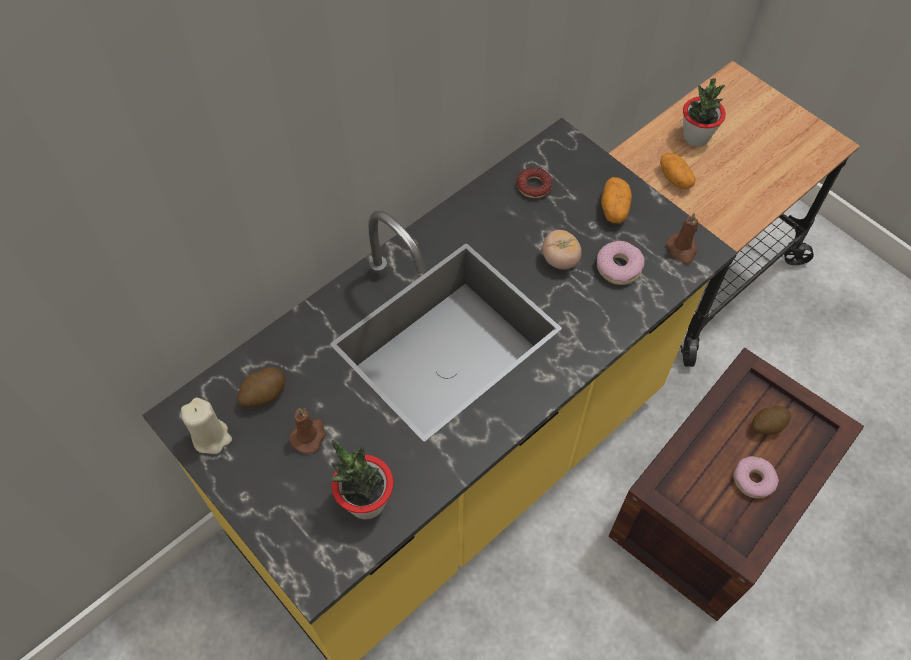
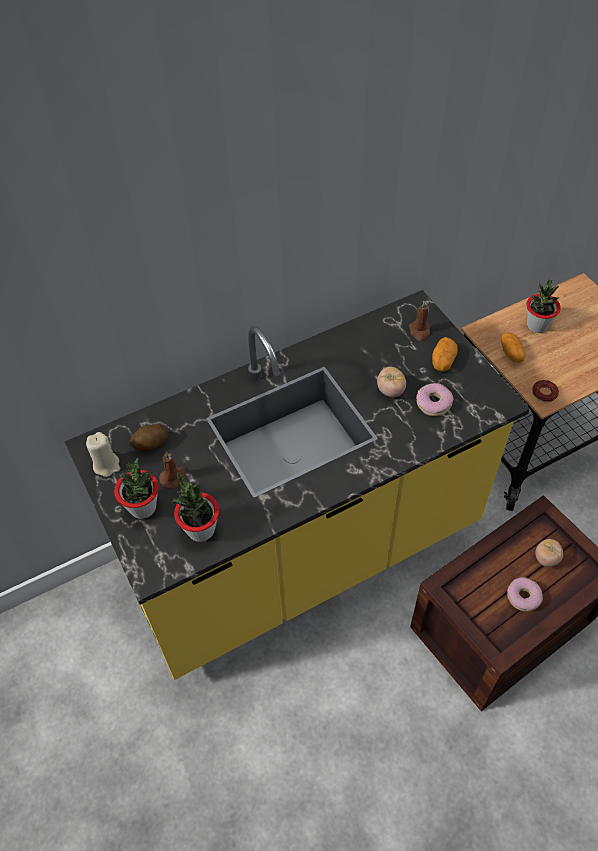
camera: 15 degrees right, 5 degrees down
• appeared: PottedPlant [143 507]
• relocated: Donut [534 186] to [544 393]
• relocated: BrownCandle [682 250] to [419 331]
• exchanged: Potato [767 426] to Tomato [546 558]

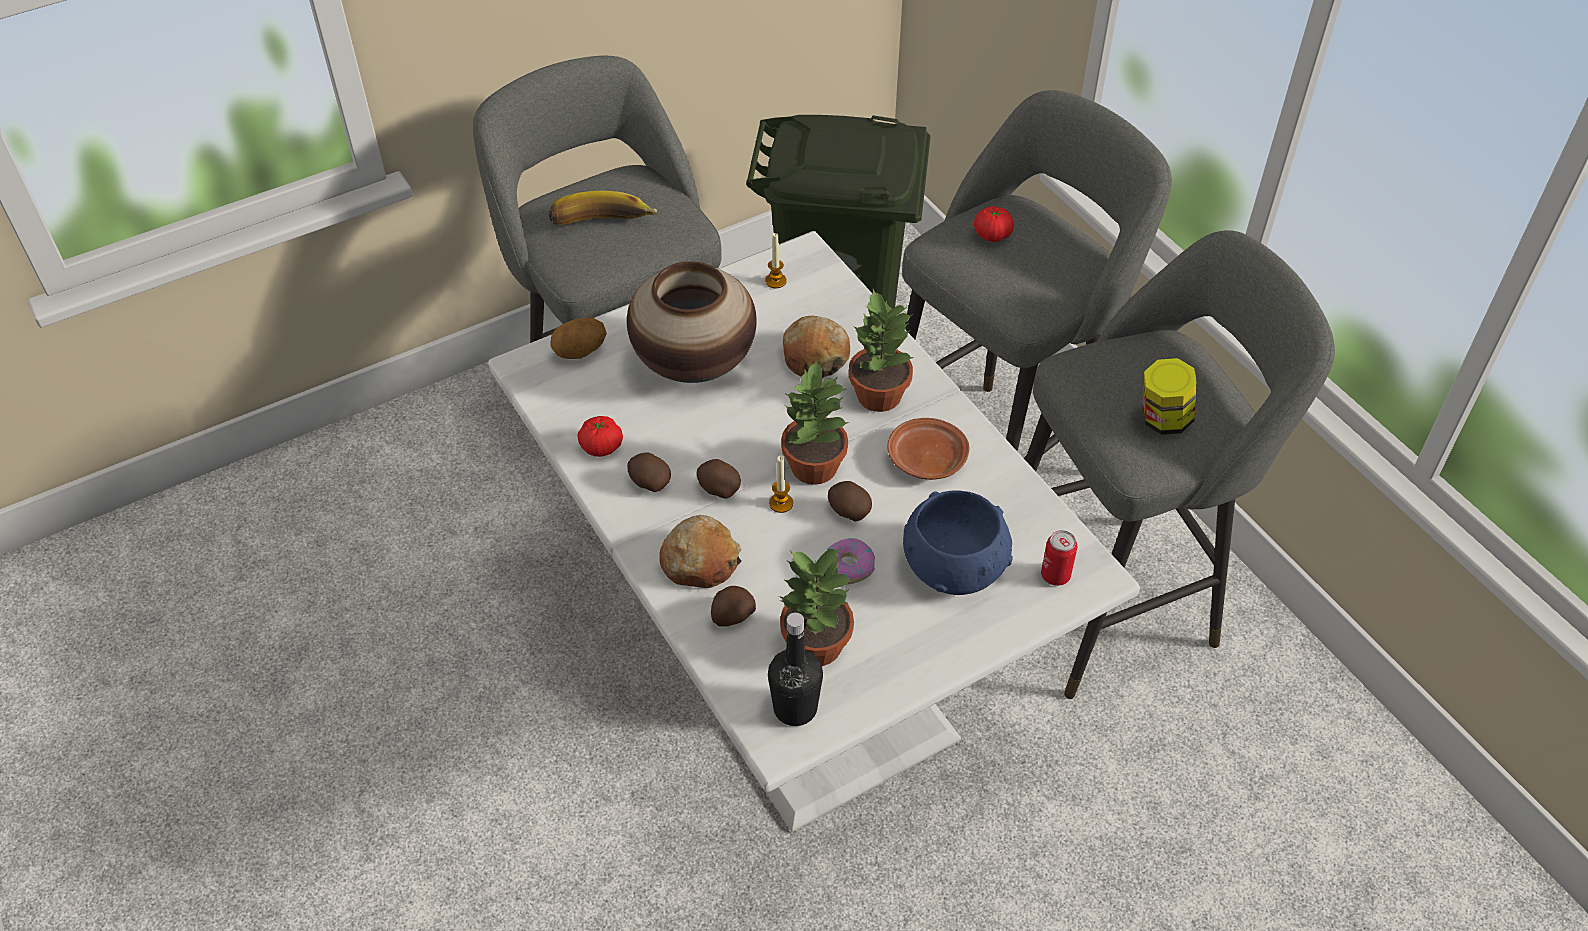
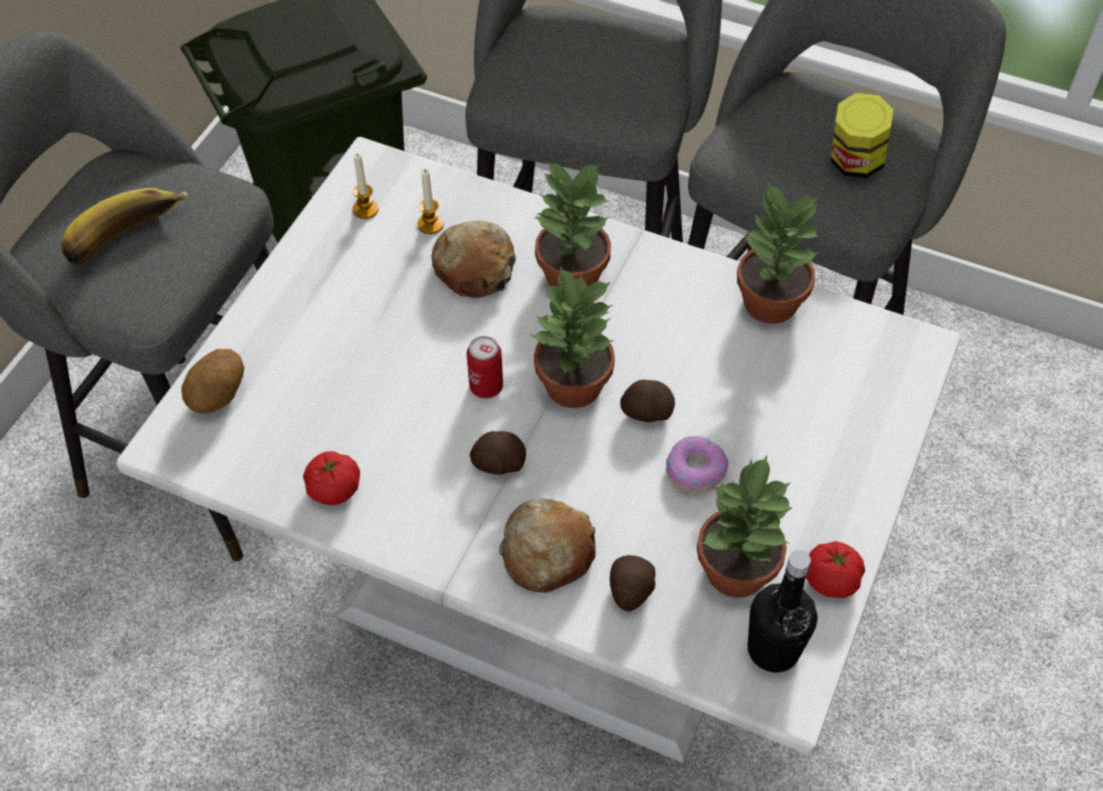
camera: 35 degrees left, 5 degrees up
• missing: Vase [694 365]
• missing: Potato [649 482]
• missing: BrownPlate [926 459]
• missing: BlueBowl [954 566]
• appeared: PottedPlant [768 302]
• relocated: Candle [781 503] to [430 224]
• relocated: Tomato [992 235] to [831 580]
• relocated: Can [1055 575] to [486 387]

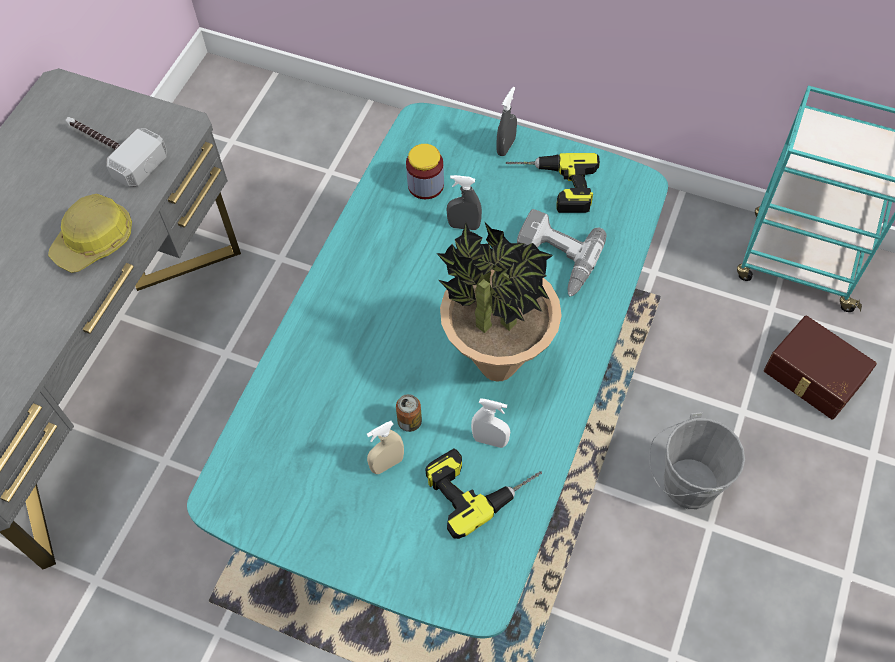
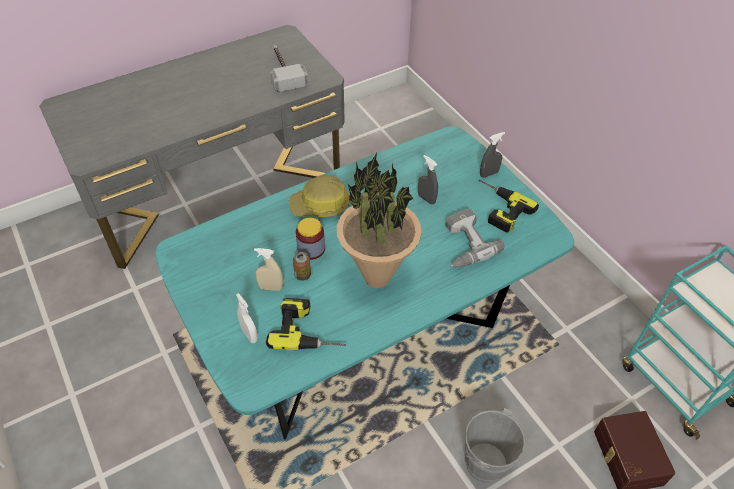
camera: 35 degrees right, 10 degrees down
• relocated: HardHat [95 241] to [320 205]
• relocated: Jar [425 185] to [311 249]
• relocated: WhiteSprayBottle [490 440] to [249 335]

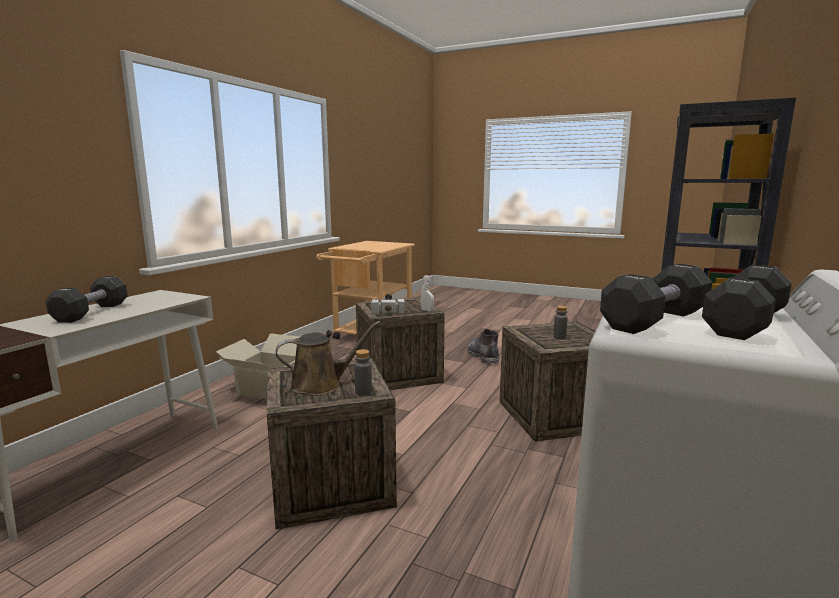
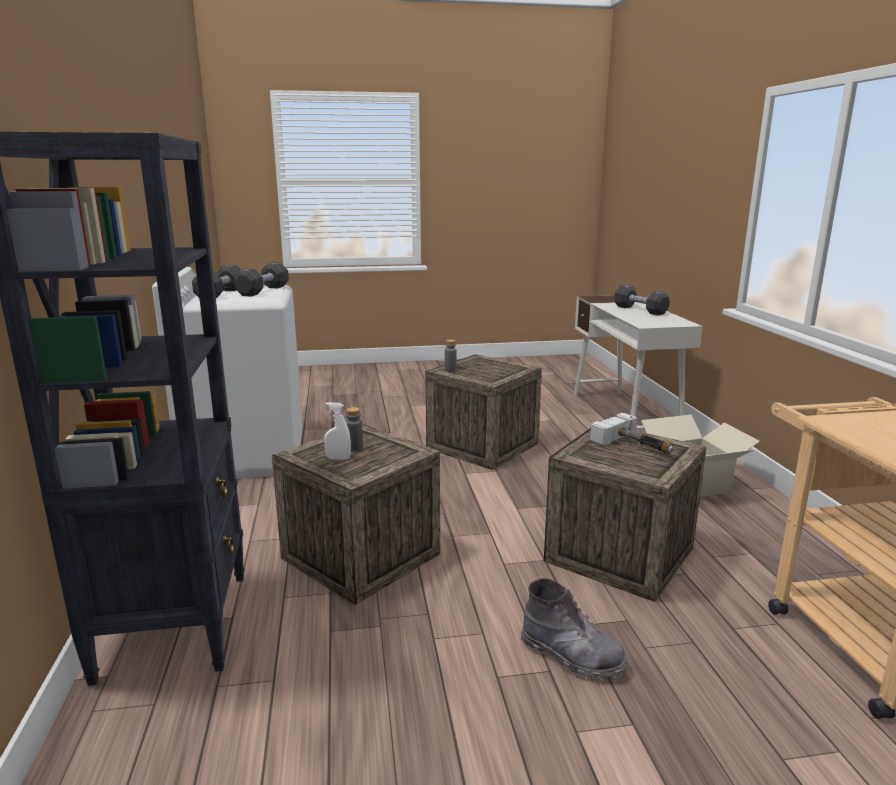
camera: 145 degrees right, 5 degrees up
• missing: BrownWateringCan [321 385]
• relocated: WhiteSprayBottle [427 310] to [338 458]

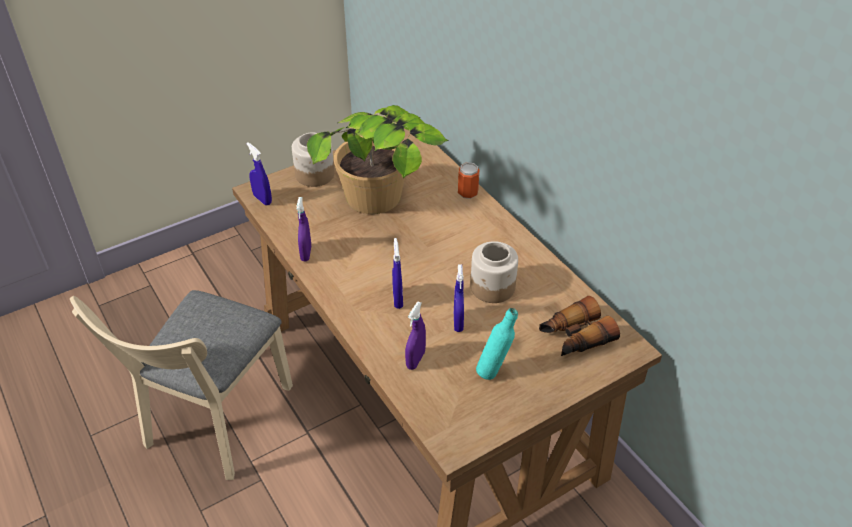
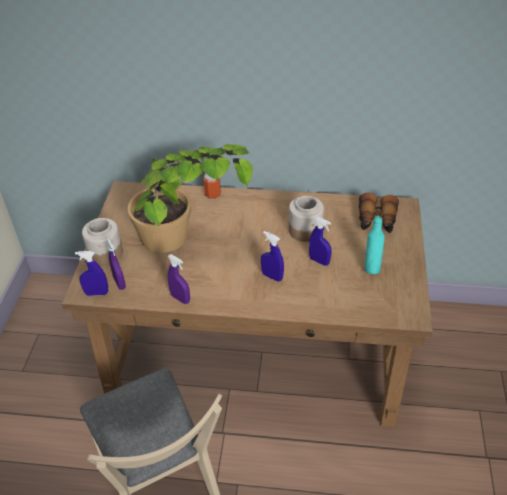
camera: 50 degrees left, 0 degrees up
• relocated: PurpleSprayBottle [415 360] to [119 283]

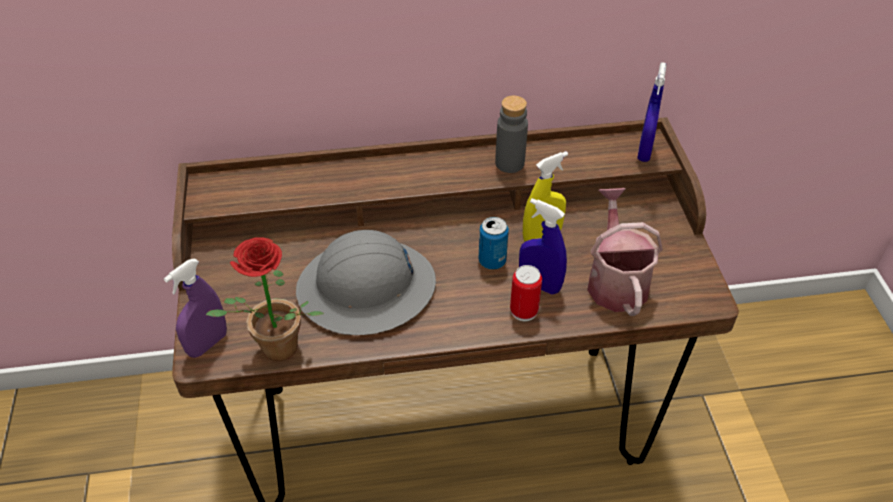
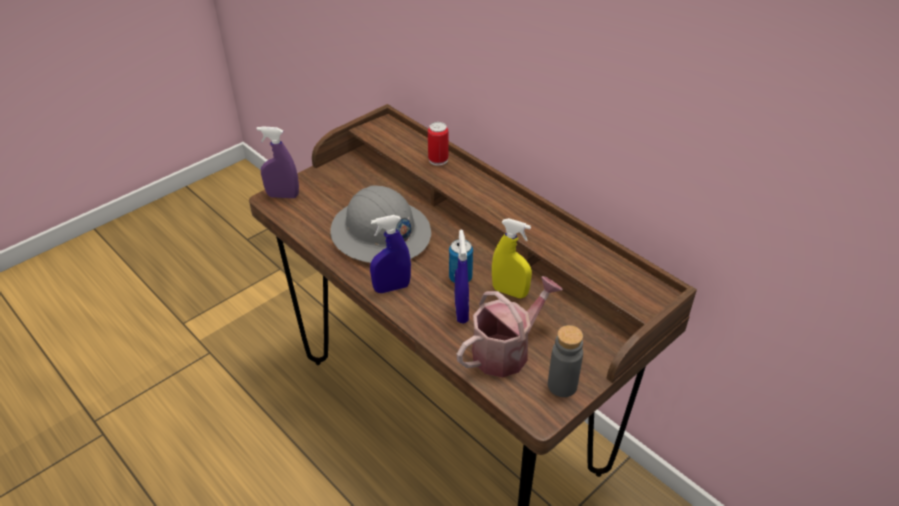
camera: 55 degrees right, 5 degrees down
• missing: PottedPlant [274 353]
• relocated: GreyBottle [509 163] to [562 385]
• relocated: Can [524 310] to [438 160]
• relocated: BlueSprayBottle [644 151] to [392 288]

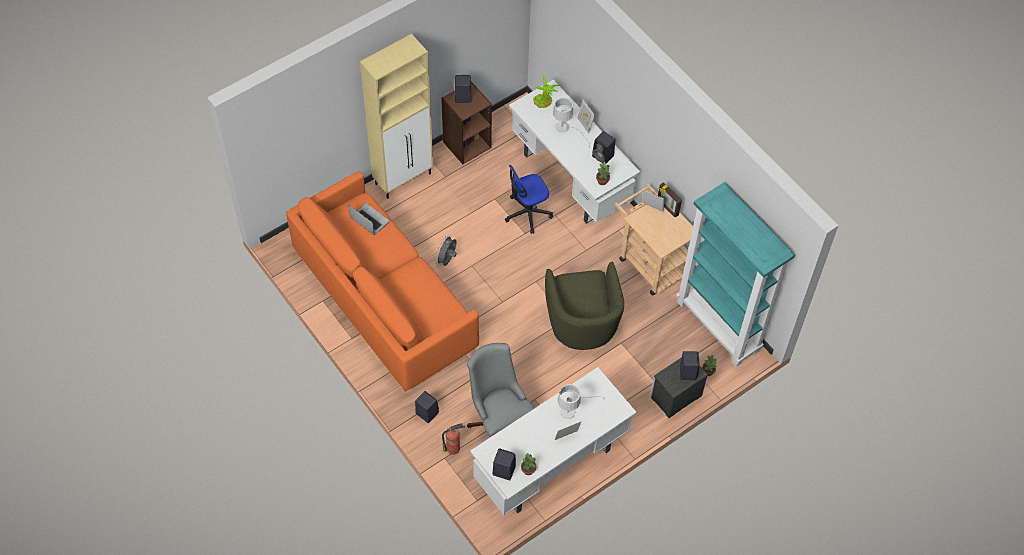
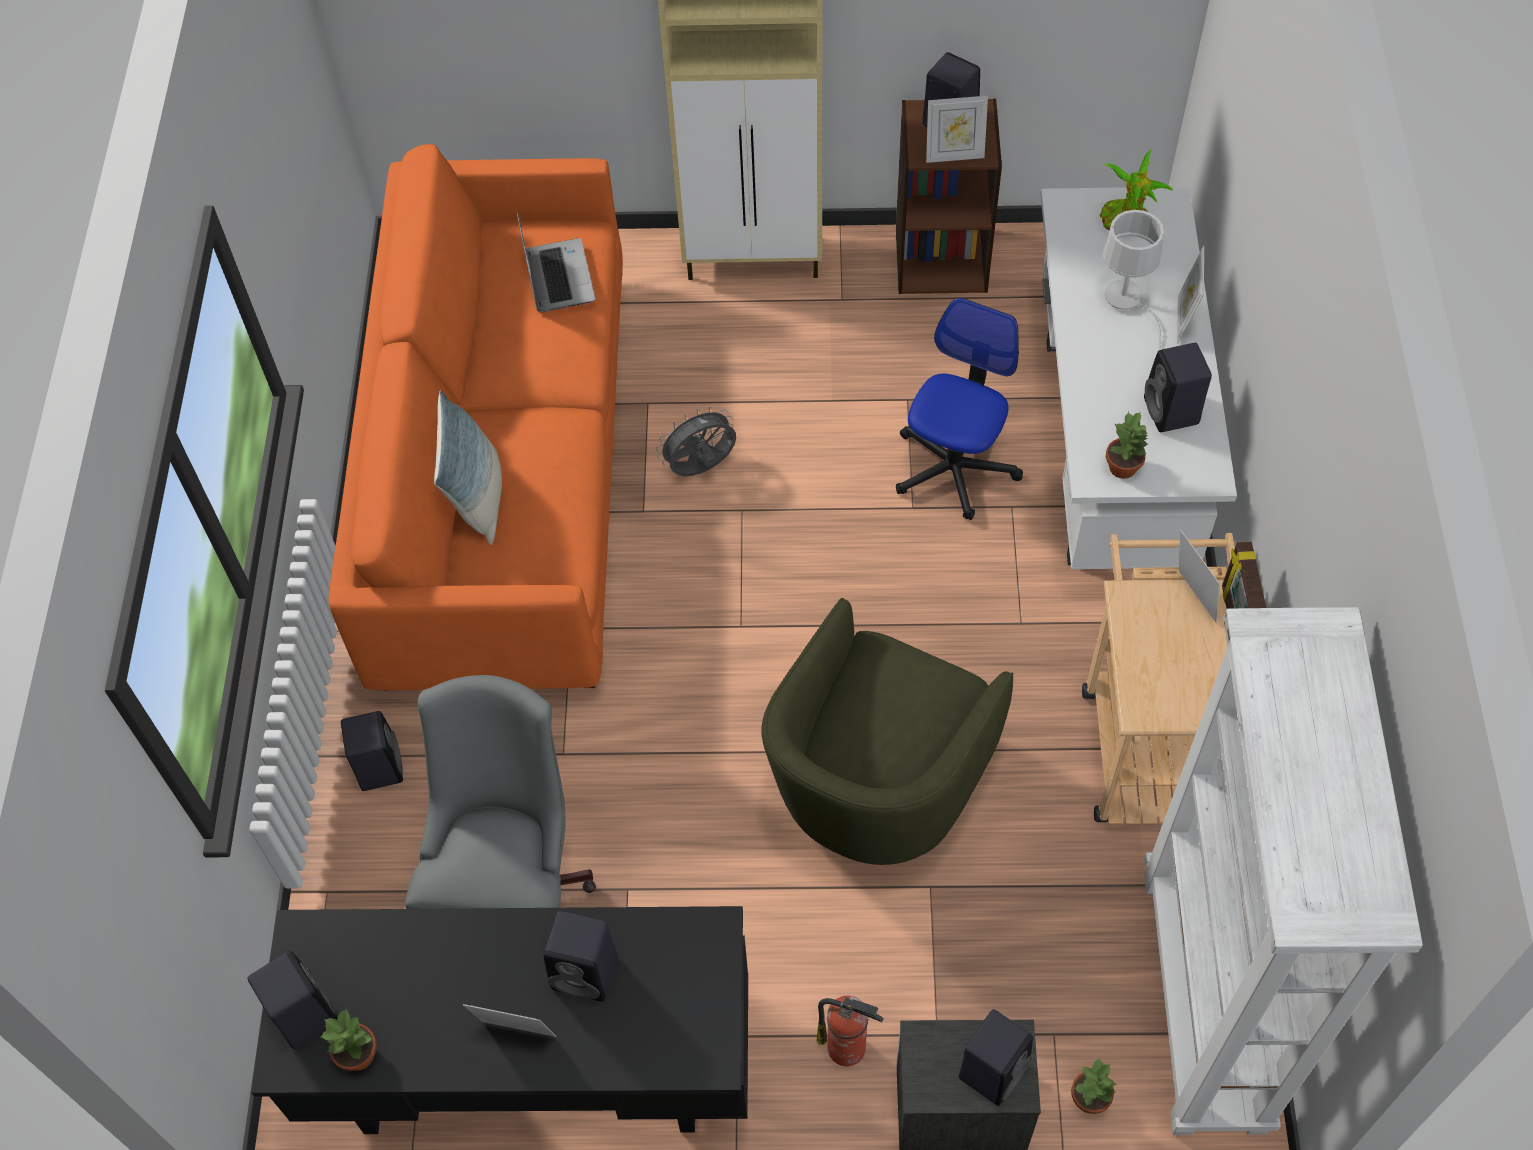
camera: 40 degrees right, 0 degrees up
• appeared: Pillow [478 498]
• appeared: PictureFrame [954 155]
• relocated: FireExtinguisher [454 448] to [848 1048]
• exchanged: WhiteTableLamp [571 410] to BlackSpeaker [587 973]
• colour: WhiteDesk [551 466] to BlackDesk [531 1073]
• colour: TurquoiseBookcase [719 326] to WhiteBookcase [1205 1001]
• spun: OfficeChair [527 213] = [954 468] 105 degrees clockwise

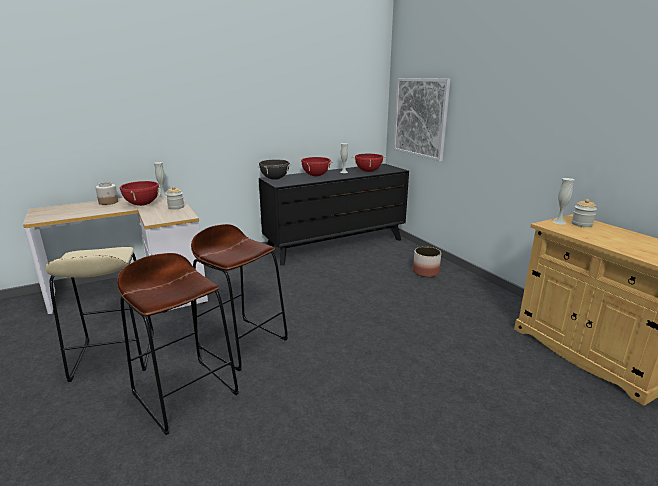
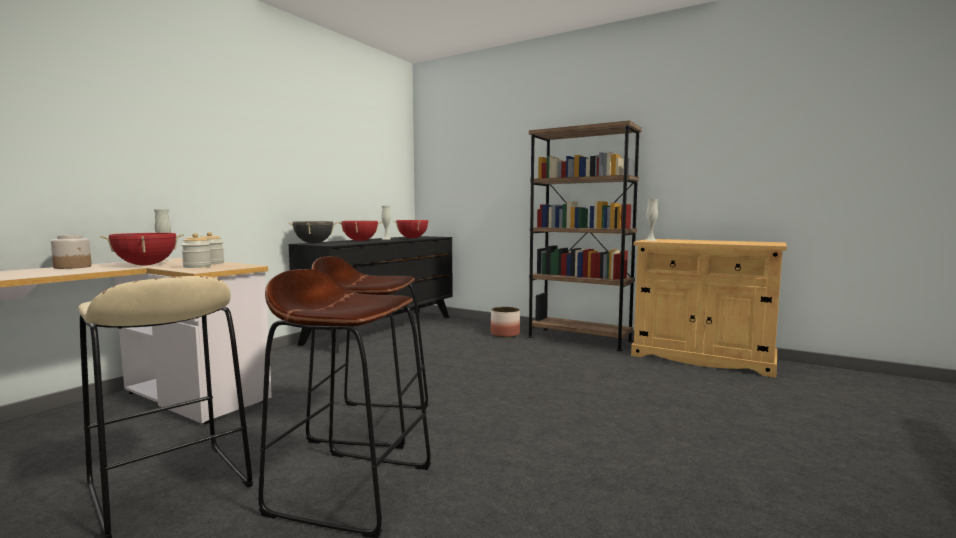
camera: 30 degrees left, 15 degrees down
• missing: Picture [420 118]
• appeared: BrownBookcase [579 339]
• relocated: Jar [581 224] to [197 266]

